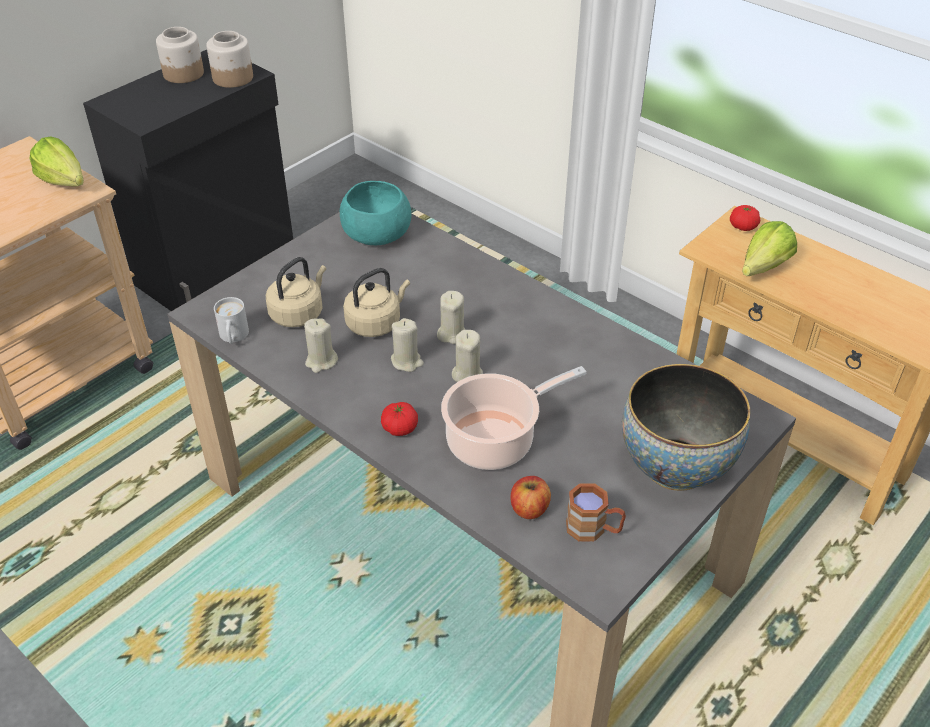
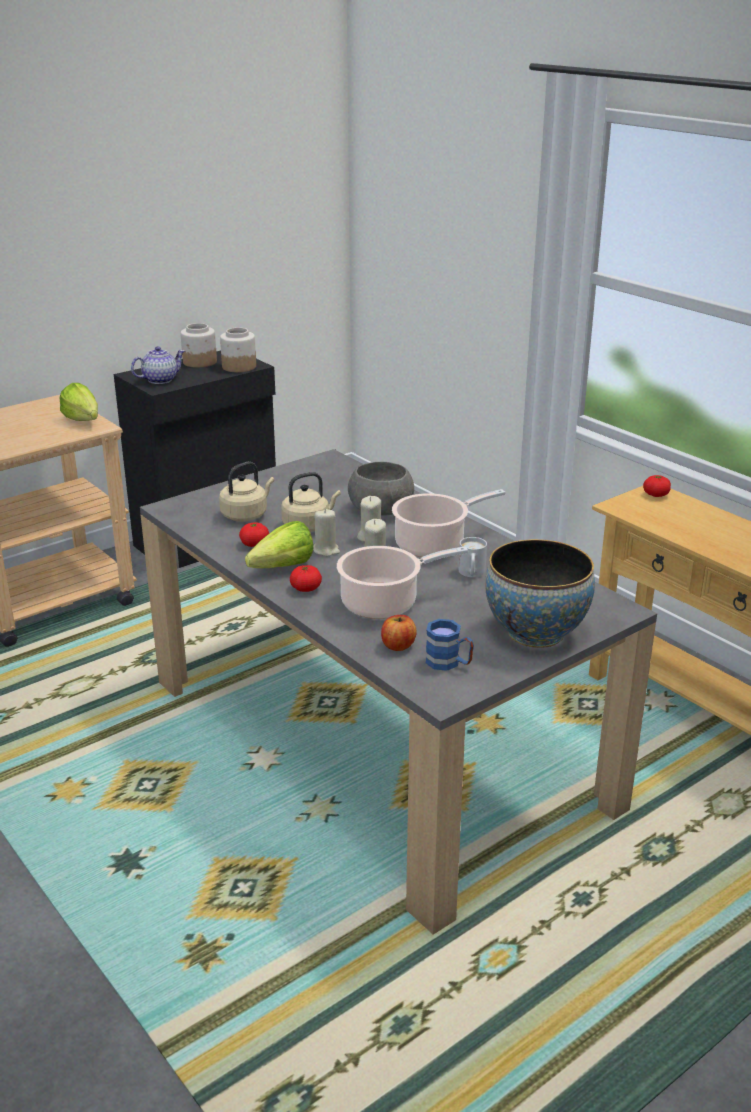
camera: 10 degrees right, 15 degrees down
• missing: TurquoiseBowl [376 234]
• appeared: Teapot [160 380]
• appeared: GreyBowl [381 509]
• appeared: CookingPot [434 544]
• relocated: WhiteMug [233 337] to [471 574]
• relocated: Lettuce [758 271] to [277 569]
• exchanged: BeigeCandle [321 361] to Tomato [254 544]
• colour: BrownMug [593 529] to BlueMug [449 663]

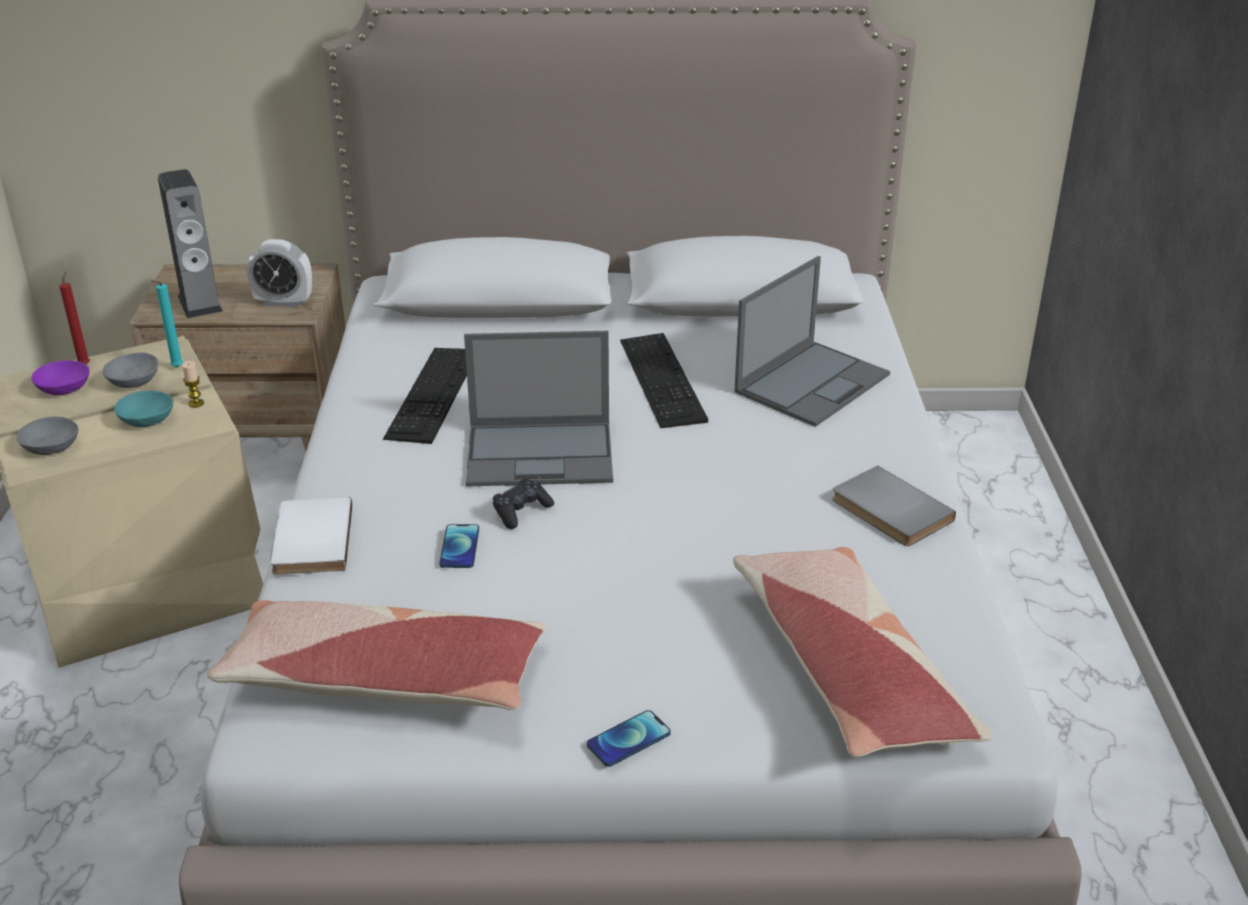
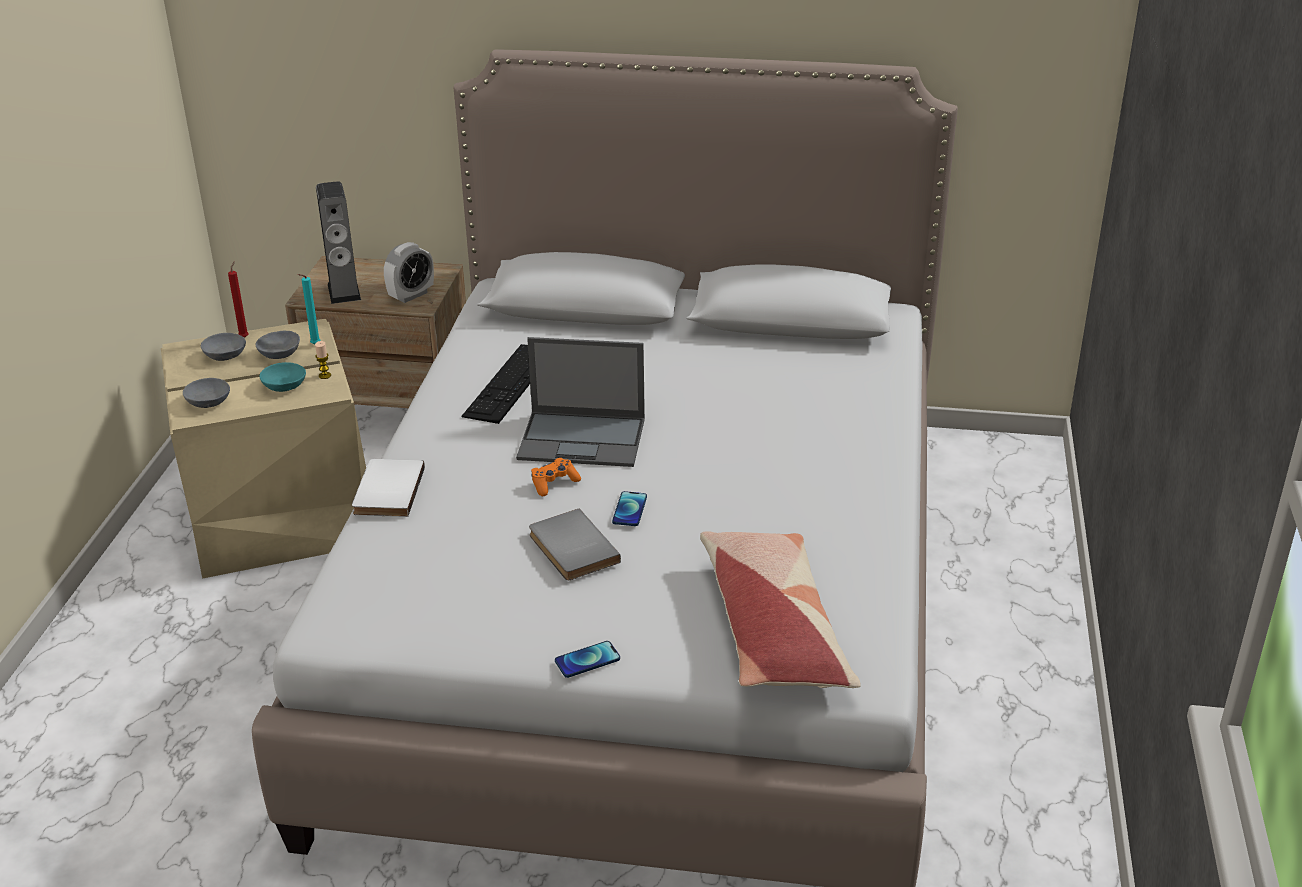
camera: 10 degrees right, 0 degrees up
• missing: Pillow [382 680]
• missing: Keyboard [662 379]
• missing: Laptop [813 382]
• relocated: Phone [459 547] to [629 510]
• relocated: GreyBook [889 511] to [570 549]
• colour: PurpleBowl [65 387] to GreyBowl [226 354]
• colour: BlackGameController [521 511] to OrangeGameController [554 483]
• spun: AlarmClock [283 302] = [411 295] 60 degrees counterclockwise

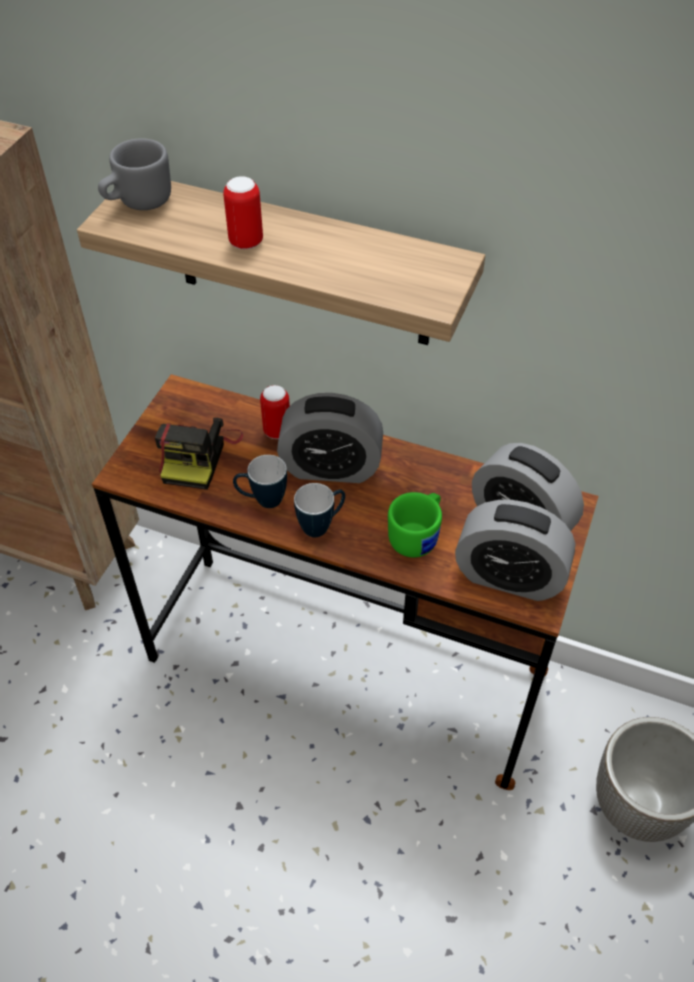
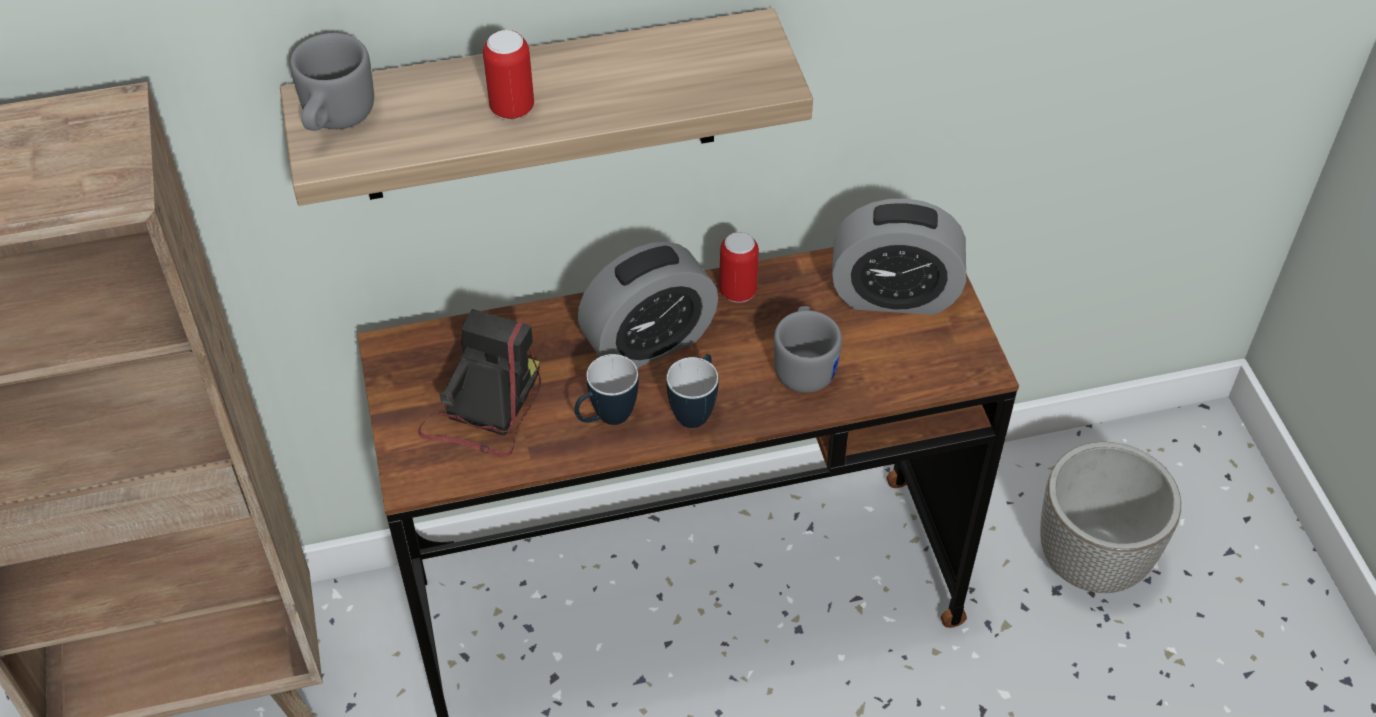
camera: 35 degrees left, 0 degrees up
• missing: AlarmClock [509 576]
• relocated: Can [277 431] to [737 291]
• colour: GreenMug [418 536] to GreyMug [805 365]
• spun: PhotoCamera [199 455] = [485 409] 135 degrees counterclockwise

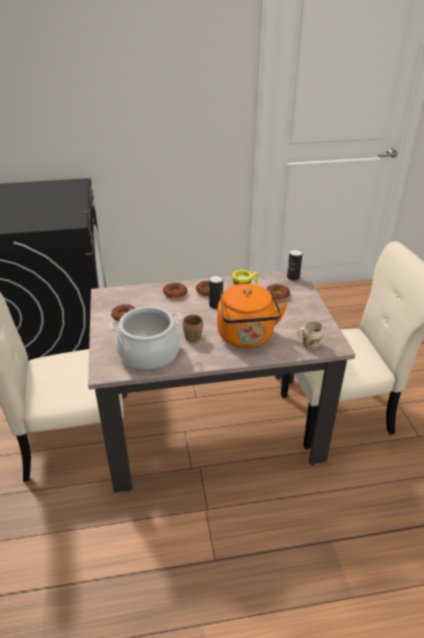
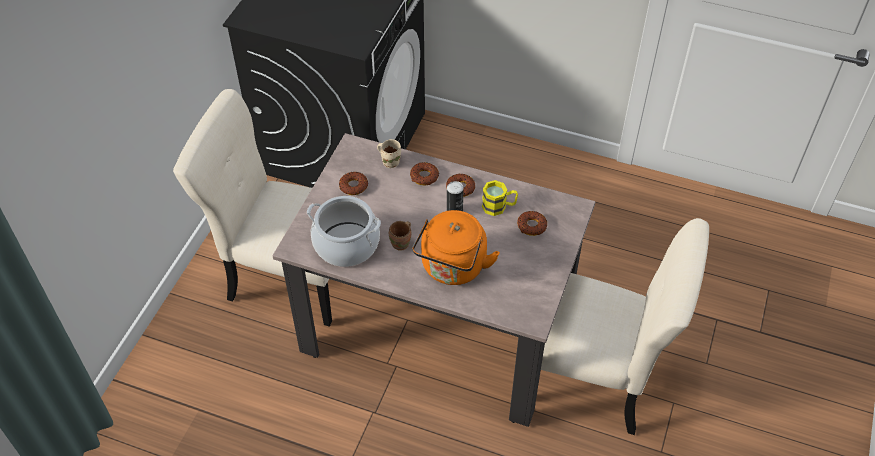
camera: 30 degrees right, 15 degrees up
• missing: Can [293 277]
• relocated: BeigeMug [309 344] to [390 161]

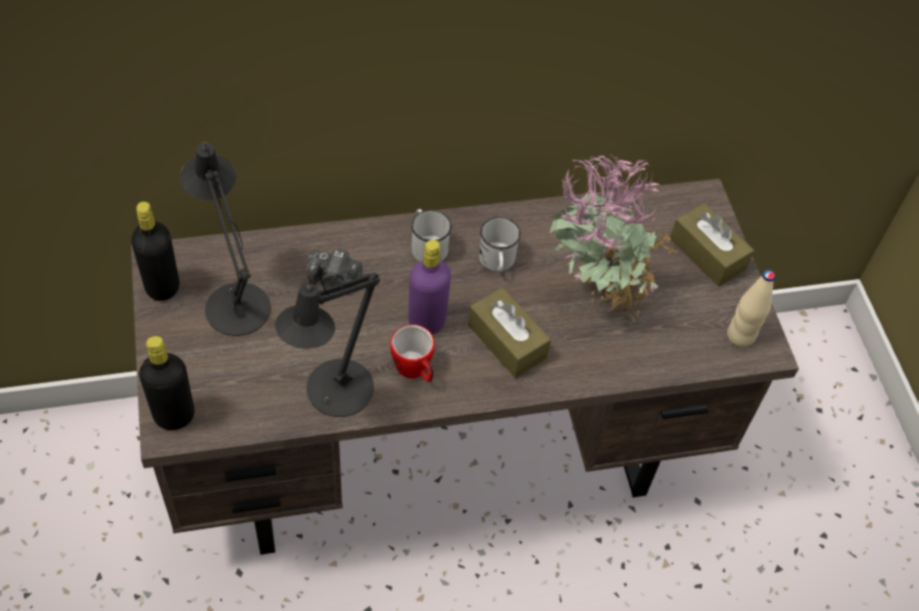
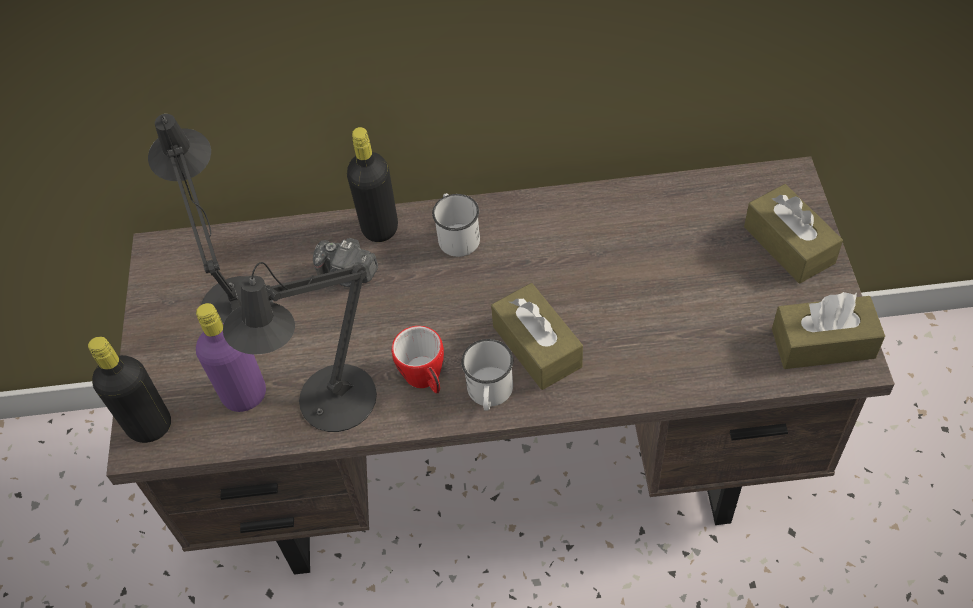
camera: 15 degrees right, 0 degrees up
• missing: PottedPlant [595 299]
• relocated: BlackBottle [162 287] to [380 228]
• relocated: PurpleBottle [427 322] to [245 395]
• relocated: WhiteMug [497 262] to [489 394]
• exchanged: BeigeBottle [740 336] to BrownTissueBox [823 343]

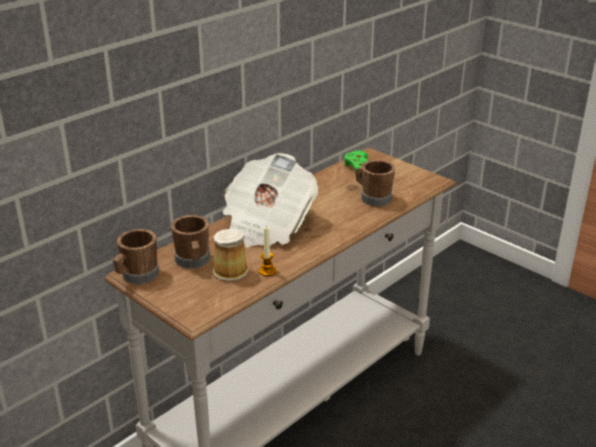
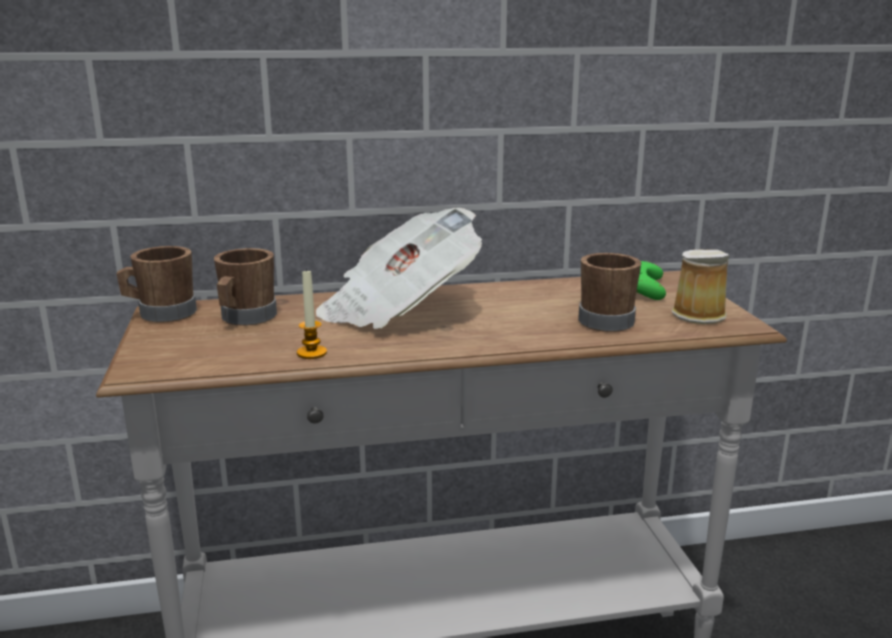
camera: 35 degrees right, 10 degrees down
• relocated: Mug [231 270] to [700 314]

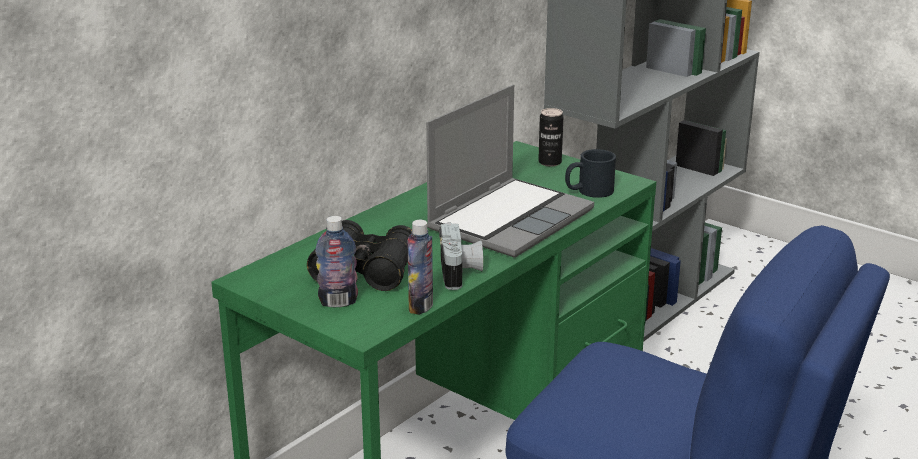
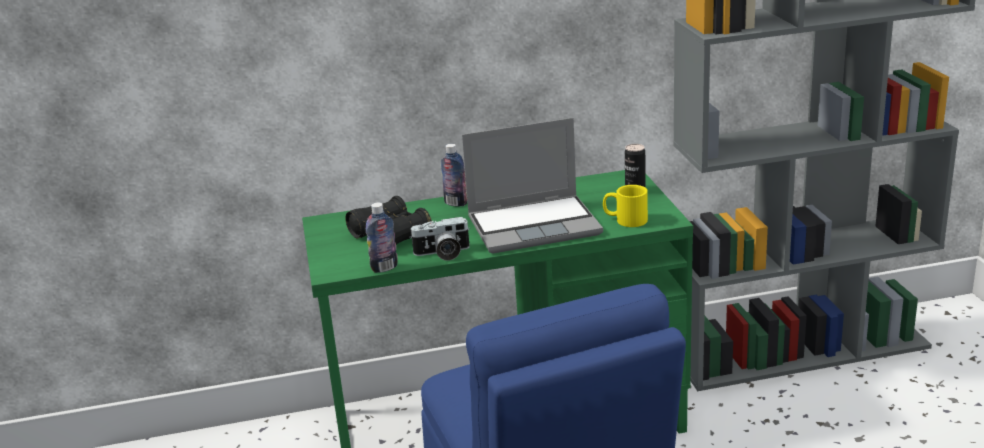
camera: 40 degrees right, 0 degrees up
• relocated: Bottle [338 302] to [455 203]
• colour: BlackMug [588 191] to YellowMug [625 220]
• spun: PhotoCamera [461 273] = [442 253] 45 degrees clockwise

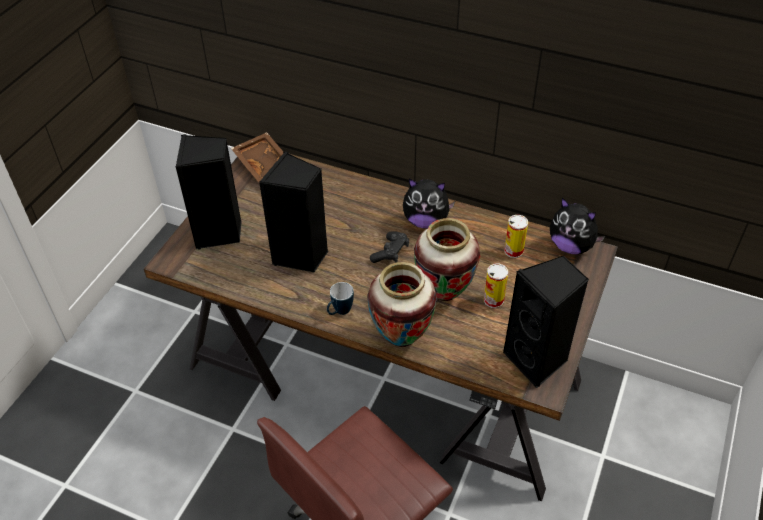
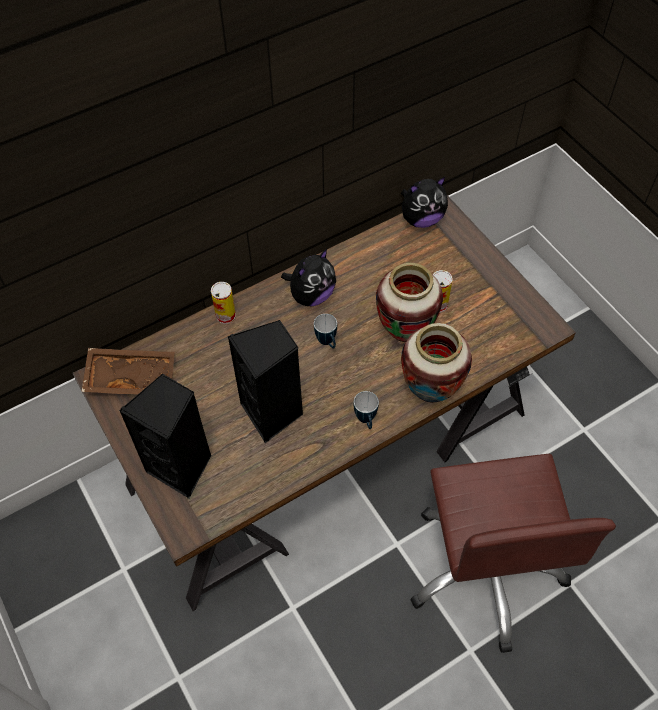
camera: 55 degrees left, 10 degrees up
• missing: BlackSpeaker [537 360]
• relocated: Can [513 251] to [225 315]
• exchanged: BlackGameController [390 253] to Mug [327 343]

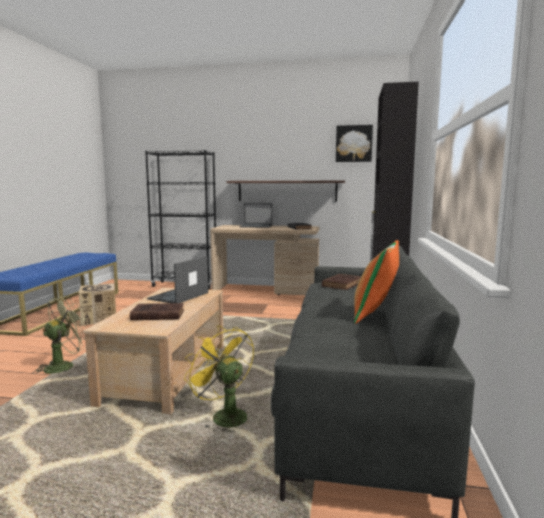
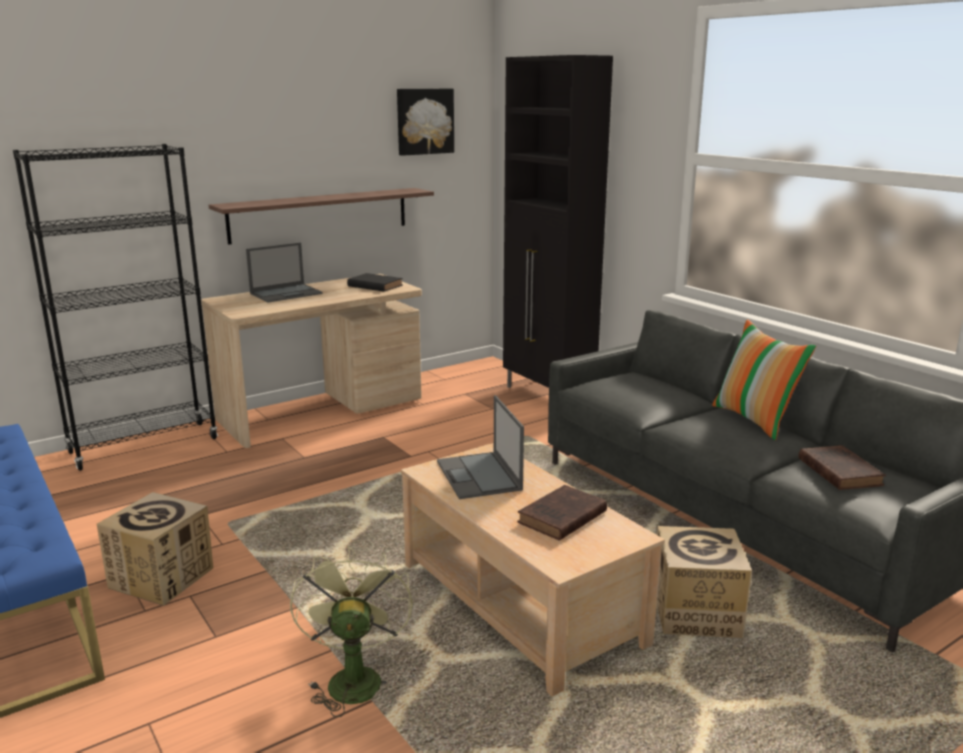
camera: 45 degrees left, 10 degrees up
• relocated: BrownBook [342 284] to [838 471]
• exchanged: YellowFan [223 416] to CardboardBox [695 614]

